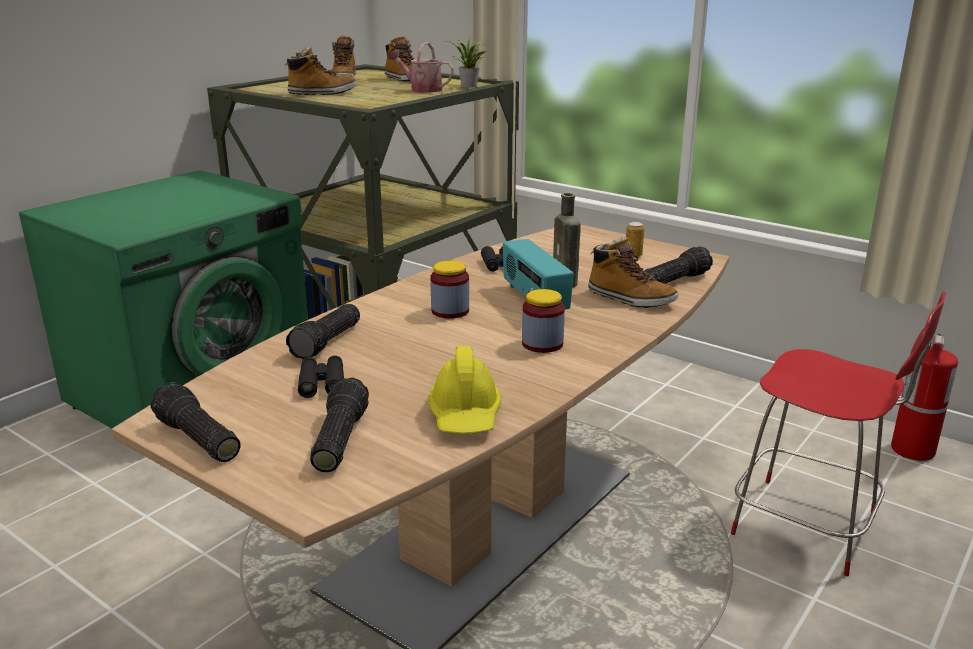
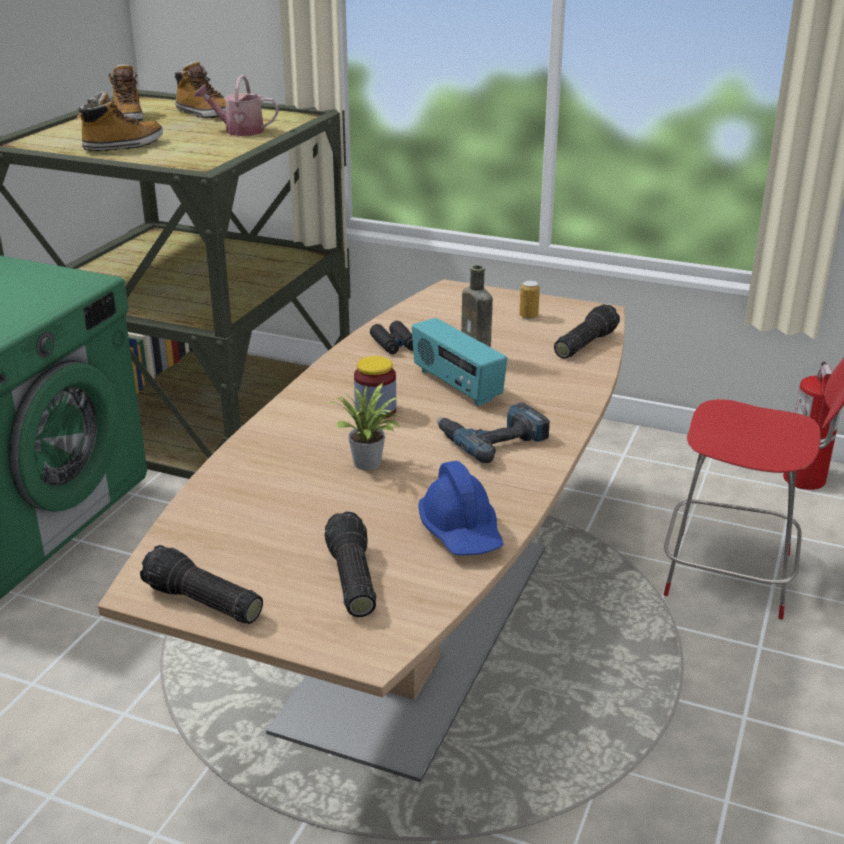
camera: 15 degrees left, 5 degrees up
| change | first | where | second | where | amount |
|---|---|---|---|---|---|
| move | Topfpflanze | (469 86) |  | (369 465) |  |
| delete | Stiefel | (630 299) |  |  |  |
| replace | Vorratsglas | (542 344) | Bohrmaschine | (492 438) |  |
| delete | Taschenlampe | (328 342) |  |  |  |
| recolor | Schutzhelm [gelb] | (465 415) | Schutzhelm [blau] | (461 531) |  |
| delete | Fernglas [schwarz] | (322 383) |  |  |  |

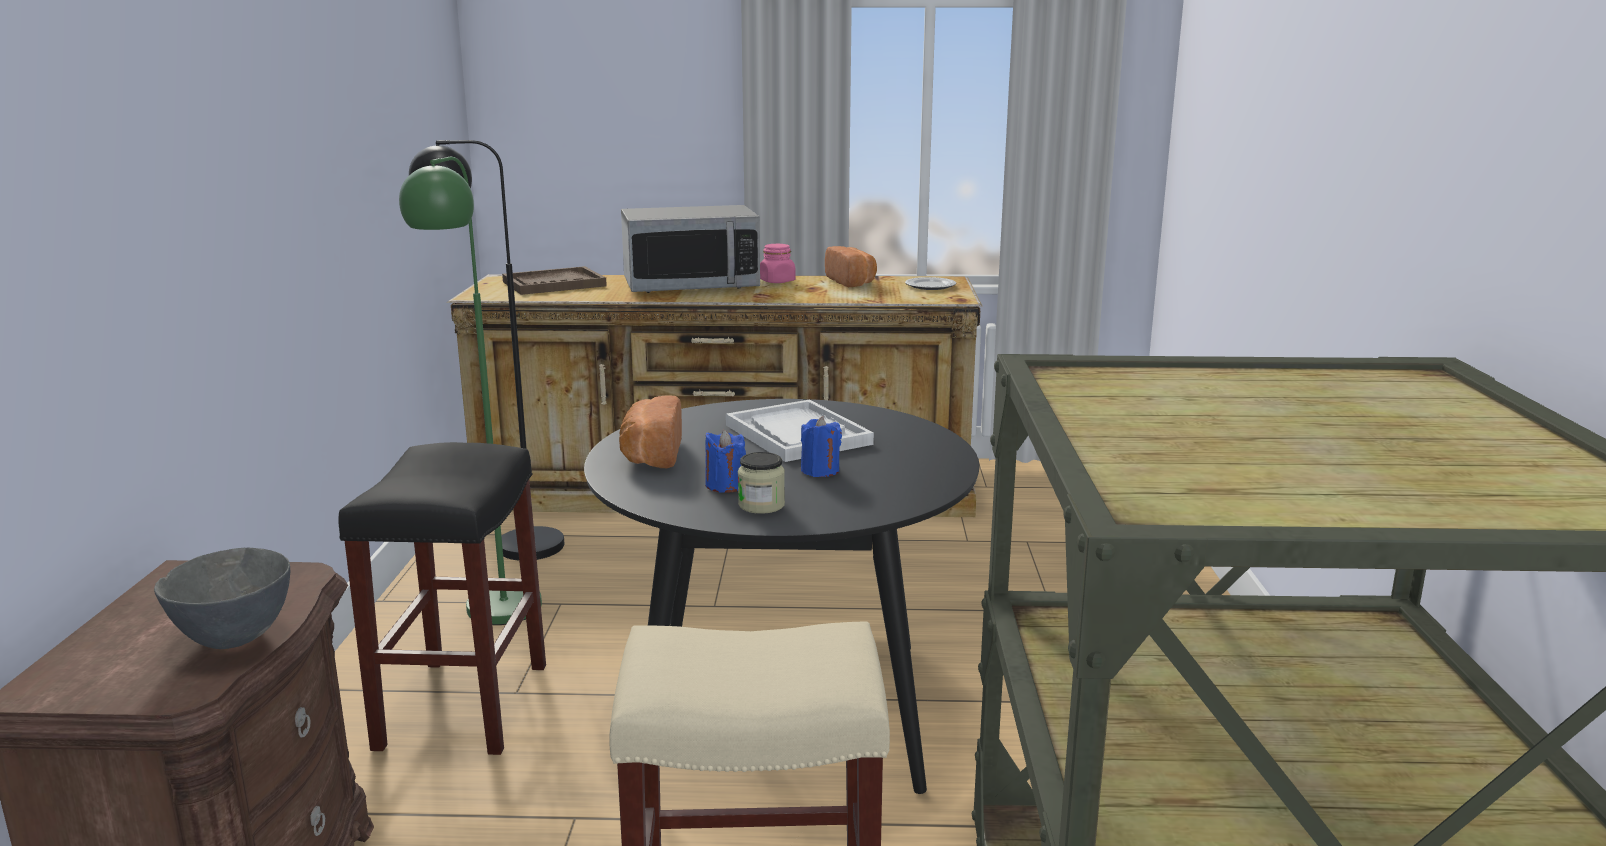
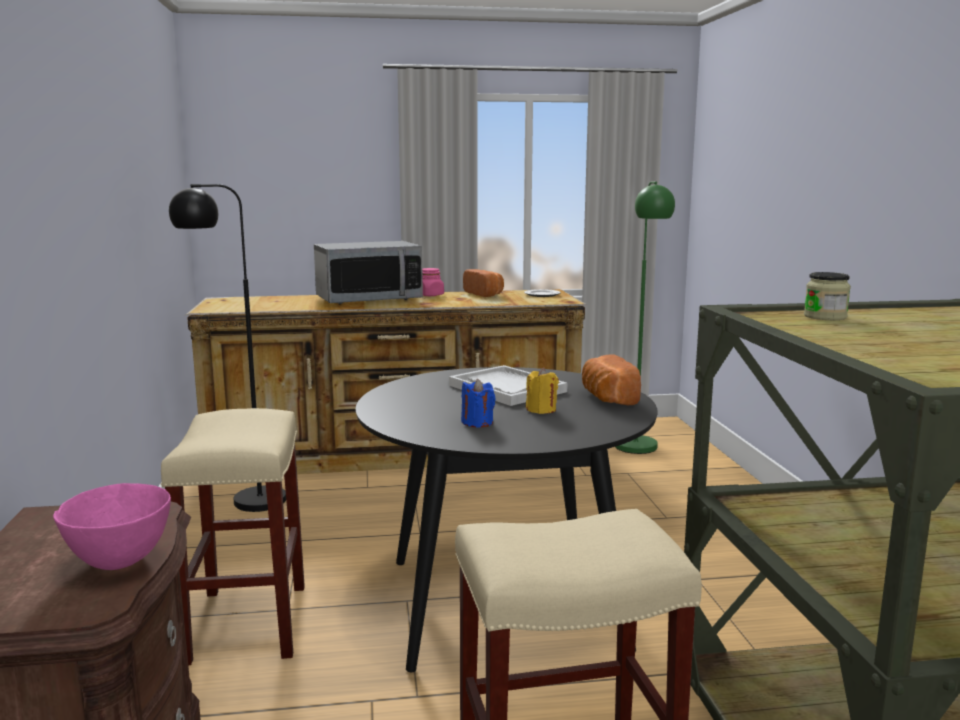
camera: 10 degrees left, 5 degrees down
| change | first | where | second | where | amount |
|---|---|---|---|---|---|
| move | Stehlampe [grün] | (495 619) |  | (638 451) |  |
| delete | Tablett [braun] | (554 284) |  |  |  |
| move | Brot | (650 455) |  | (607 398) |  |
| recolor | Kerze [blau] | (820 471) | Kerze [gelb] | (541 410) |  |
| recolor | Hocker [schwarz] | (463 704) | Hocker [beige] | (246 622) |  |
| move | Vorratsglas | (761 505) |  | (825 317) |  |
| recolor | Schüssel [grau] | (233 640) | Schüssel [rosa] | (118 562) |  |

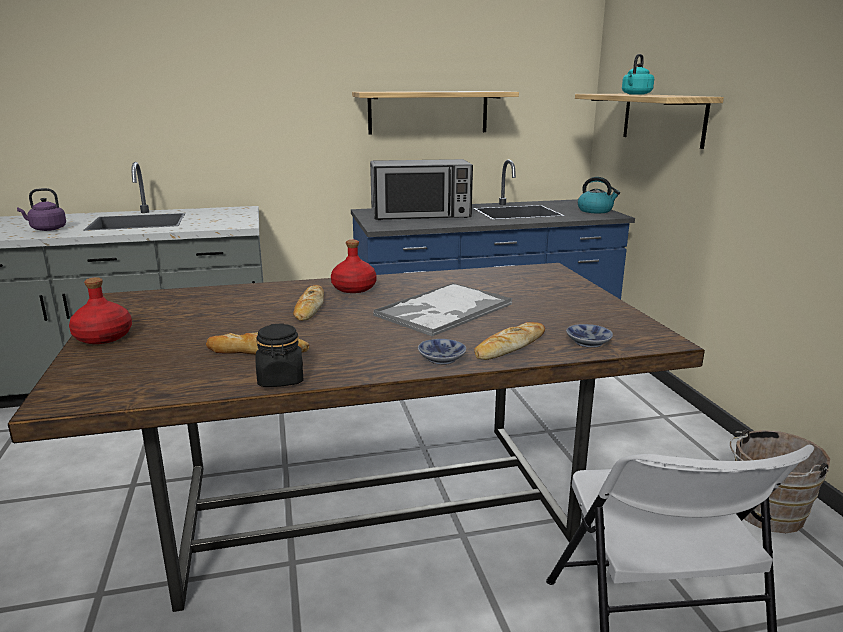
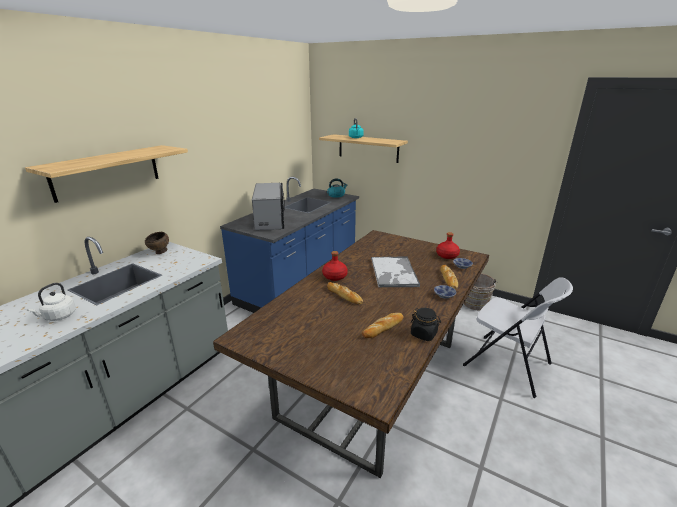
camera: 45 degrees left, 5 degrees up
| change | first | where | second | where | amount |
|---|---|---|---|---|---|
| move | Wandregal | (428 112) |  | (107 172) |  |
| rotate | Mikrowelle | (421 215) |  | (270 220) | 45 degrees counterclockwise |
| recolor | Wasserkessel [lila] | (46 229) | Wasserkessel [weiß] | (58 316) |  |
| move | Flasche [rot] | (103 337) |  | (446 255) |  |
| insert |  |  | Schüssel [braun] | (160 252) |  |

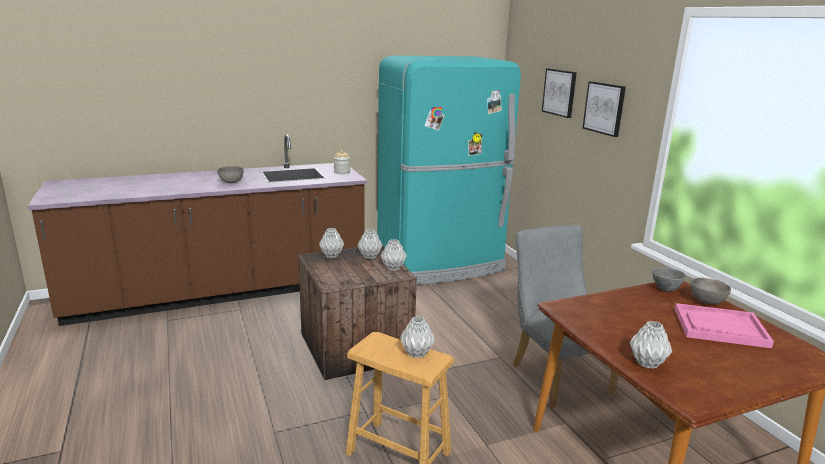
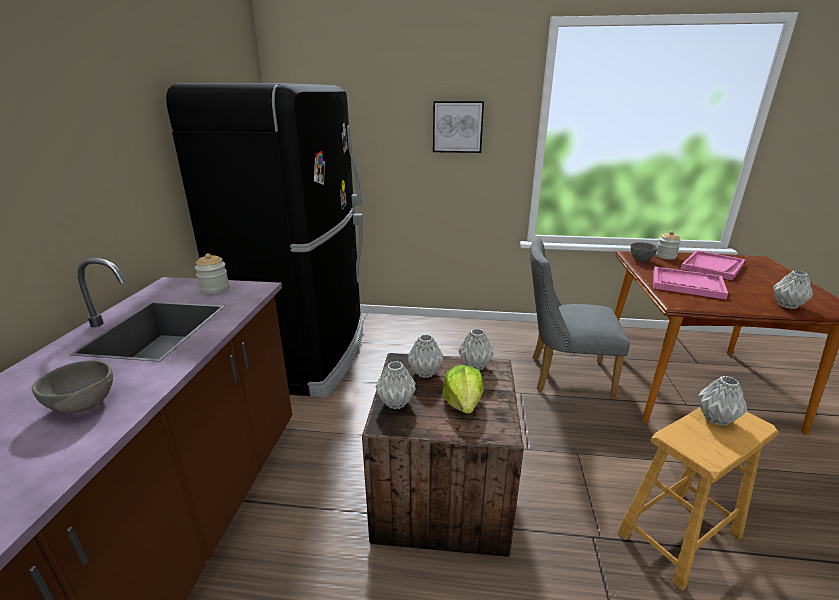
camera: 60 degrees left, 5 degrees up
| change | first | where | second | where | amount |
|---|---|---|---|---|---|
| recolor | Kühlschrank [türkis] | (441 265) | Kühlschrank [schwarz] | (307 354) |  |
| delete | Bild | (560 92) |  |  |  |
| replace | Schüssel [grau] | (707 302) | Vorratsglas | (665 256) |  |
| insert |  |  | Tablett [rosa] | (687 284) |  |
| insert |  |  | Salatkopf | (463 402) |  |

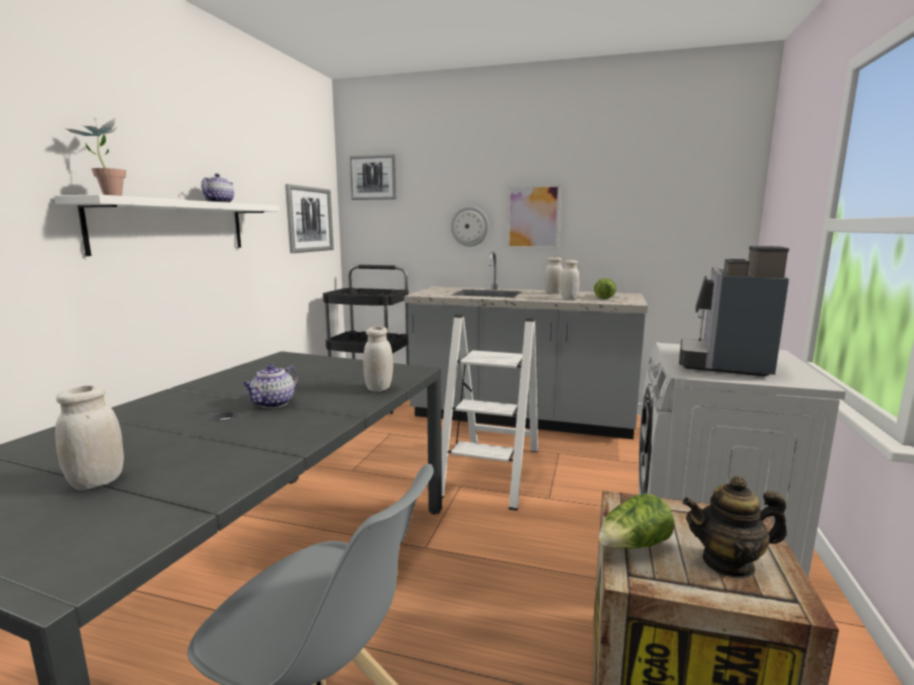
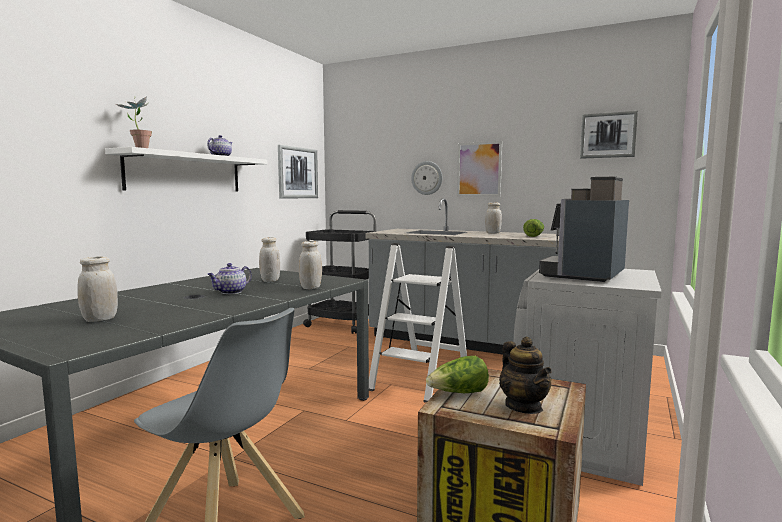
camera: 10 degrees right, 5 degrees down
| change | first | where | second | where | amount |
|---|---|---|---|---|---|
| move | Bild | (373 177) |  | (608 135) |  |
| move | Vorratsglas [weiß] | (568 298) |  | (270 280) |  |
| rotate | Teekanne | (728 563) |  | (524 406) | 120 degrees counterclockwise |

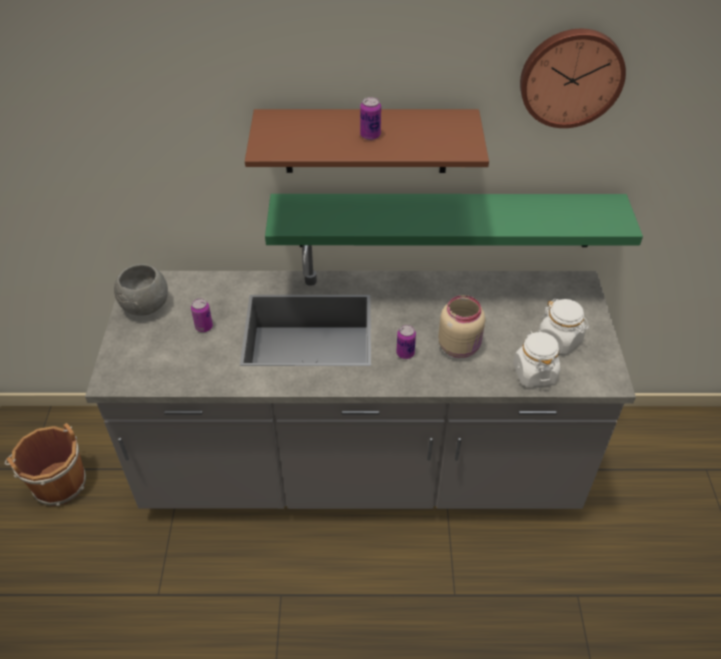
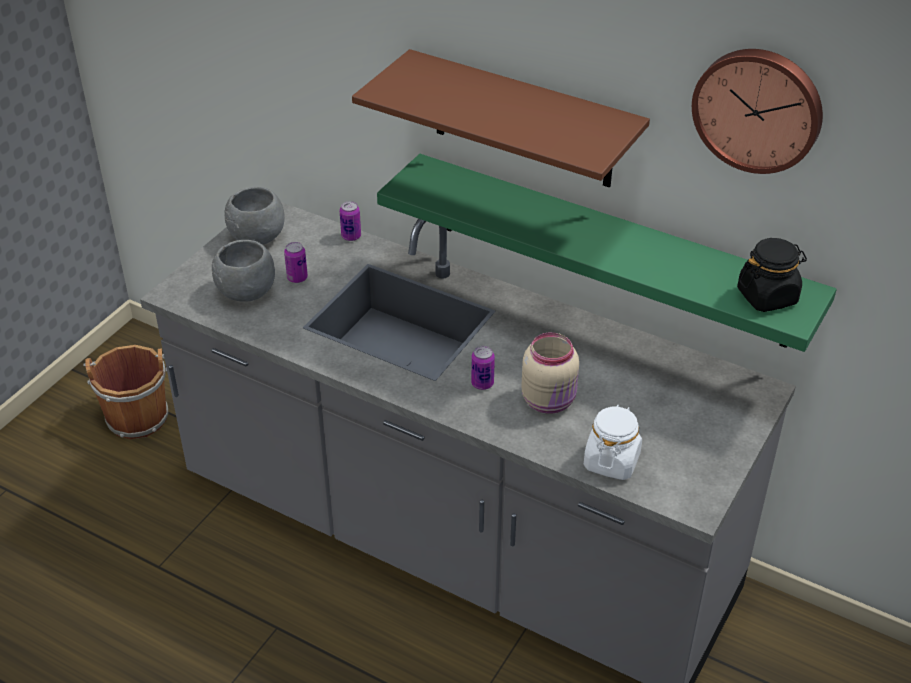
camera: 30 degrees right, 5 degrees down
| change | first | where | second | where | amount |
|---|---|---|---|---|---|
| move | Dose | (370 136) |  | (351 236) |  |
| delete | Vorratsglas [weiß] | (560 339) |  |  |  |
| insert |  |  | Vorratsglas [schwarz] | (767 296) |  |
| insert |  |  | Schüssel [grau] | (247 292) |  |

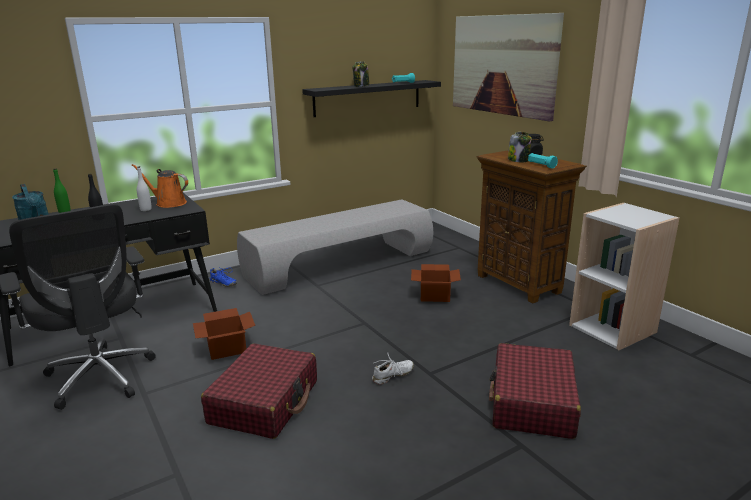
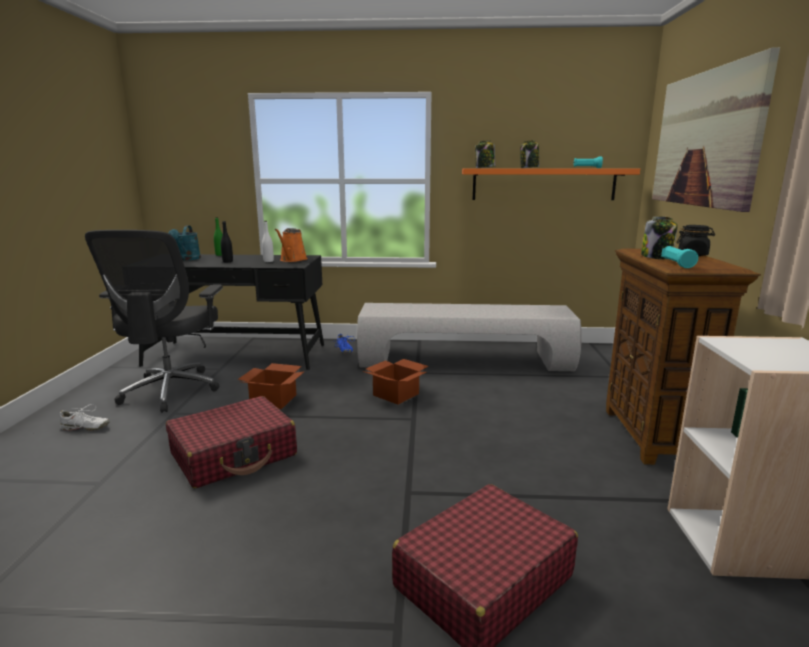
camera: 35 degrees right, 5 degrees down
| change | first | where | second | where | amount |
|---|---|---|---|---|---|
| recolor | Wandregal [schwarz] | (368 98) | Wandregal [orange] | (543 184) |  |
| rotate | Gießkanne [orange] | (168 203) |  | (292 260) | 135 degrees counterclockwise |
| move | Karton | (435 294) |  | (397 394) |  |
| move | Schuh [weiß] | (393 376) |  | (85 428) |  |
| insert |  |  | Vorratsglas | (484 168) |  |

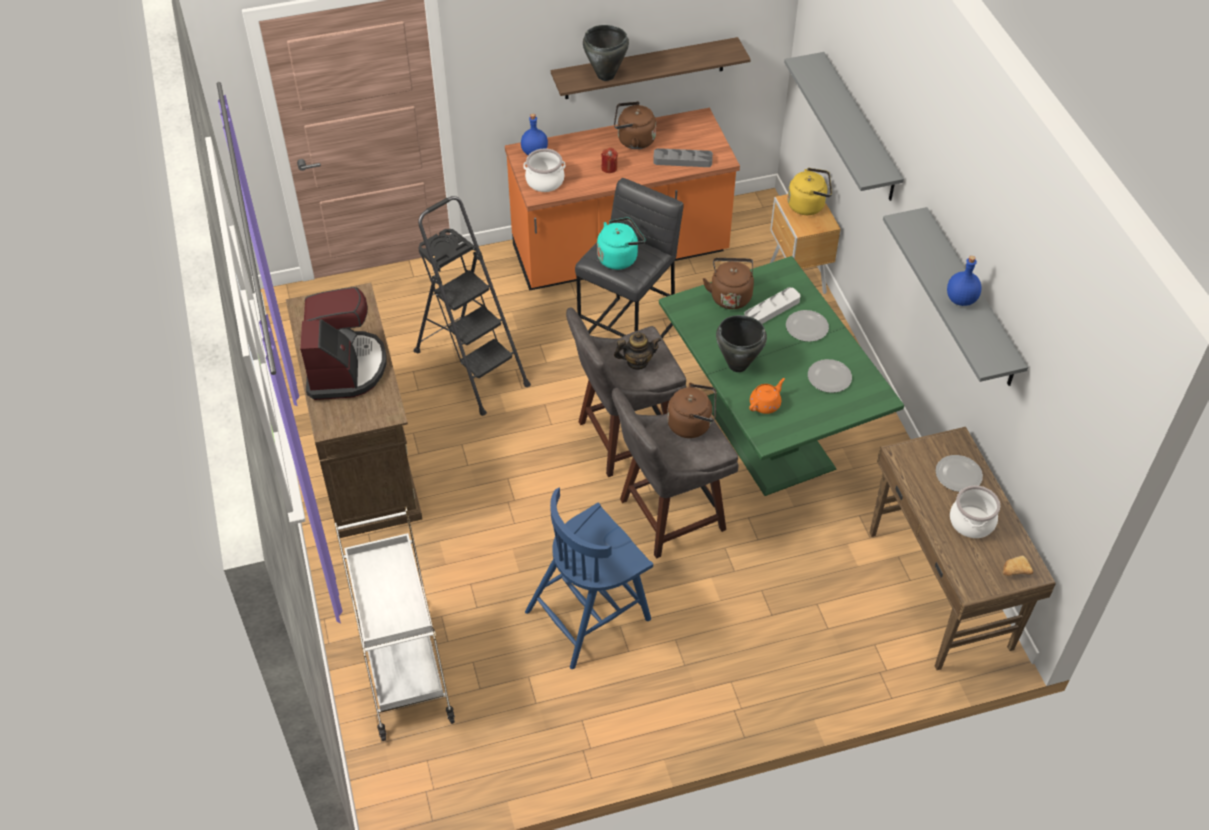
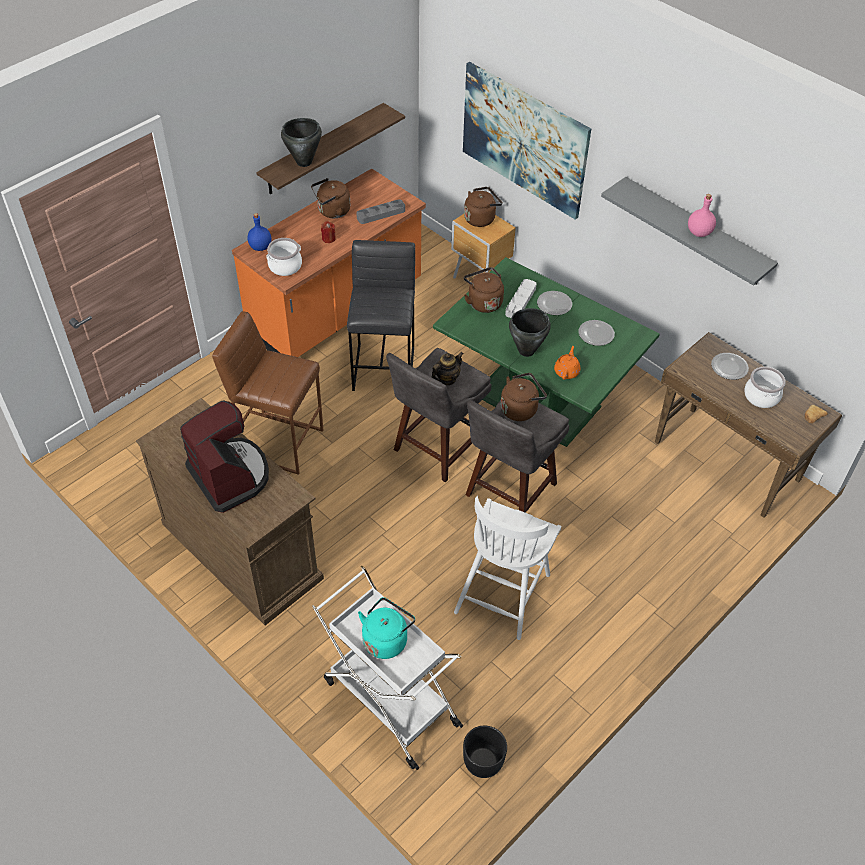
camera: 30 degrees left, 0 degrees up
| change | first | where | second | where | amount |
|---|---|---|---|---|---|
| replace | Wandregal [grau] | (859 128) | Bild | (524 140) |  |
| recolor | Wasserkessel [gelb] | (808 205) | Wasserkessel [braun] | (481 218) |  |
| replace | Trittleiter | (470 366) | Hocker [braun] | (279 442) |  |
| move | Wasserkessel [türkis] | (619 257) |  | (386 639) |  |
| recolor | Flasche [blau] | (960 299) | Flasche [rosa] | (698 232) |  |
| recolor | Stuhl [blau] | (590 613) | Stuhl [weiß] | (503 591) |  |
| insert |  |  | Pflanzkübel [schwarz] | (483 761) |  |

